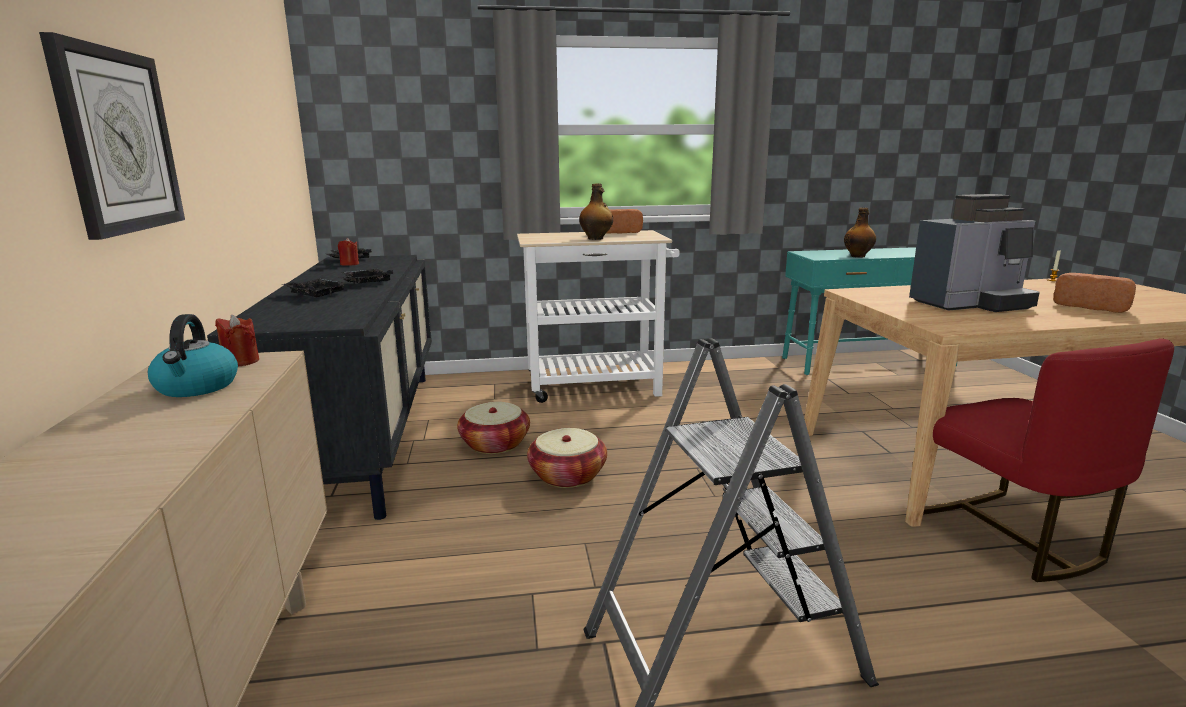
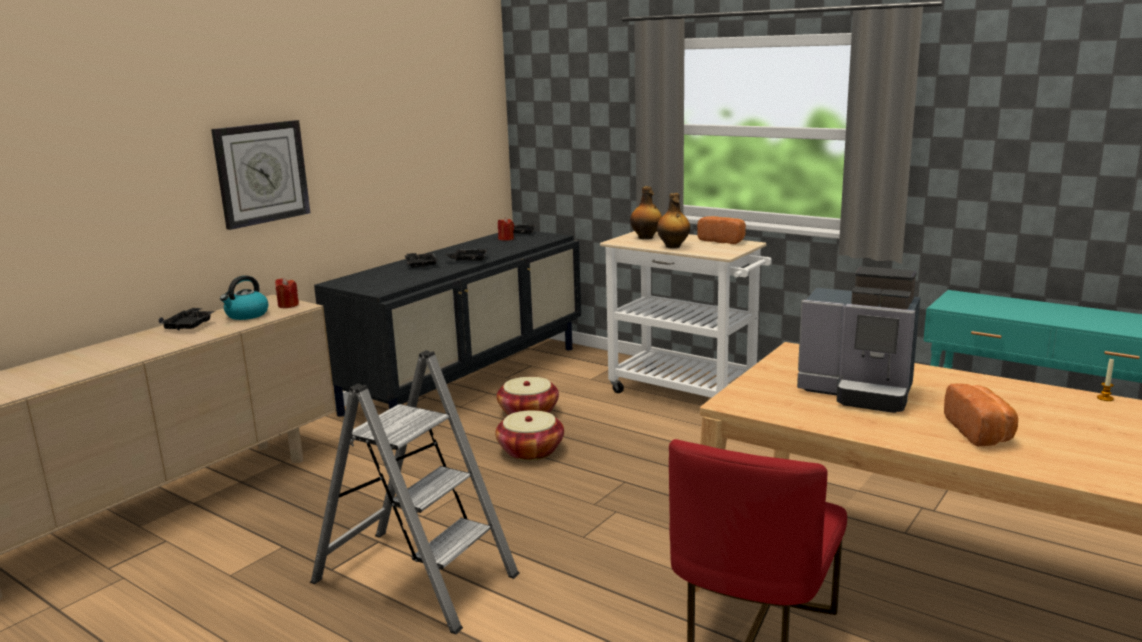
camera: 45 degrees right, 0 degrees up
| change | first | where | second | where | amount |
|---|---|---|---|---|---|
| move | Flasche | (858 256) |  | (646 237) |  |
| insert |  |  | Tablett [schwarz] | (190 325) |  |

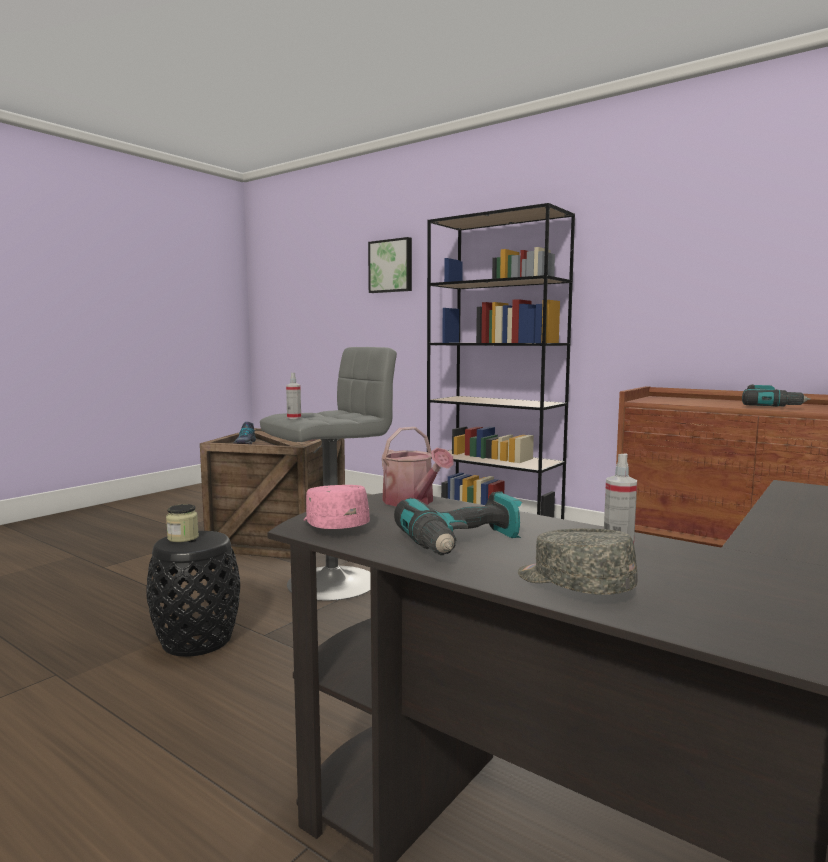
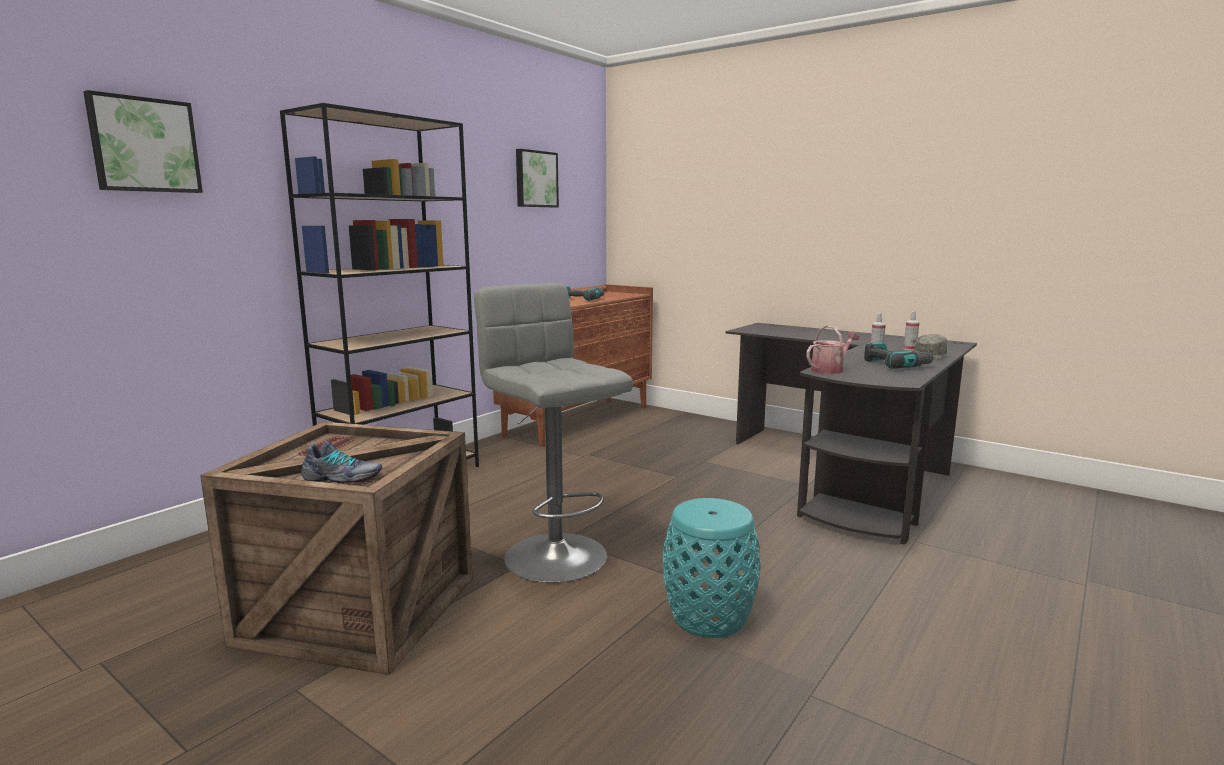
camera: 90 degrees left, 5 degrees up
| change | first | where | second | where | amount |
|---|---|---|---|---|---|
| move | Sprühflasche | (294 418) |  | (910 349) |  |
| delete | Kappe [rosa] | (333 525) |  |  |  |
| delete | Vorratsglas | (183 538) |  |  |  |
| recolor | Hocker [schwarz] | (196 641) | Hocker [türkis] | (709 618) |  |
| insert |  |  | Bild | (535 179) |  |

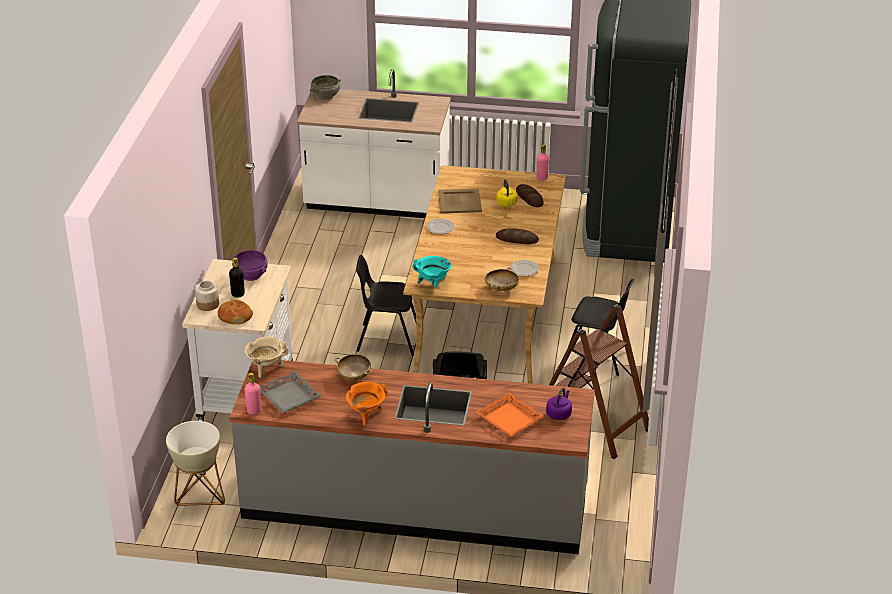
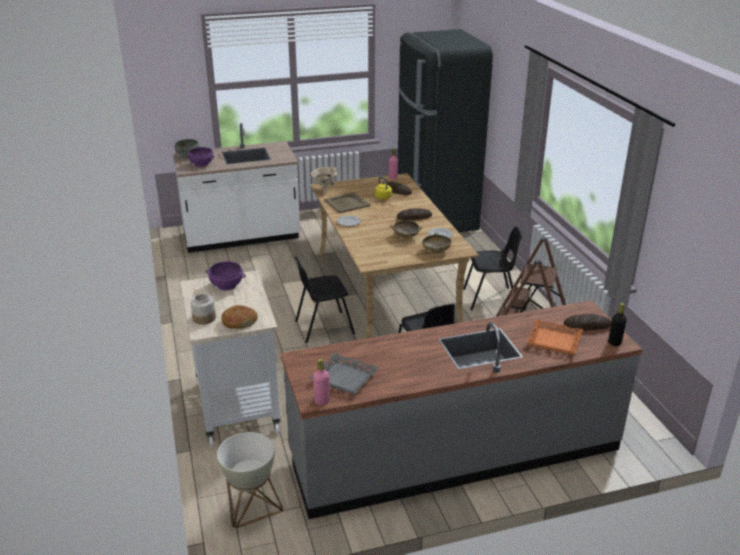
camera: 25 degrees left, 5 degrees down
| change | first | where | second | where | amount |
|---|---|---|---|---|---|
| delete | Kochtopf [türkis] | (433 284) |  |  |  |
| move | Flasche [schwarz] | (238 294) |  | (614 342) |  |
| move | Kochtopf [beige] | (266 369) |  | (324 189) |  |
| move | Schüssel [beige] | (354 376) |  | (406 236) |  |
| delete | Kochtopf [orange] | (366 415) |  |  |  |
| replace | Wasserkessel [lila] | (559 413) | Brot | (587 325) |  |
| insert |  |  | Schüssel [lila] | (201 164) |  |

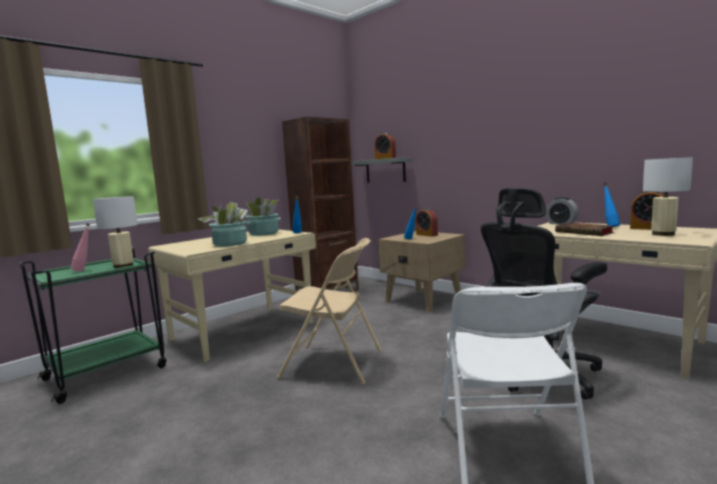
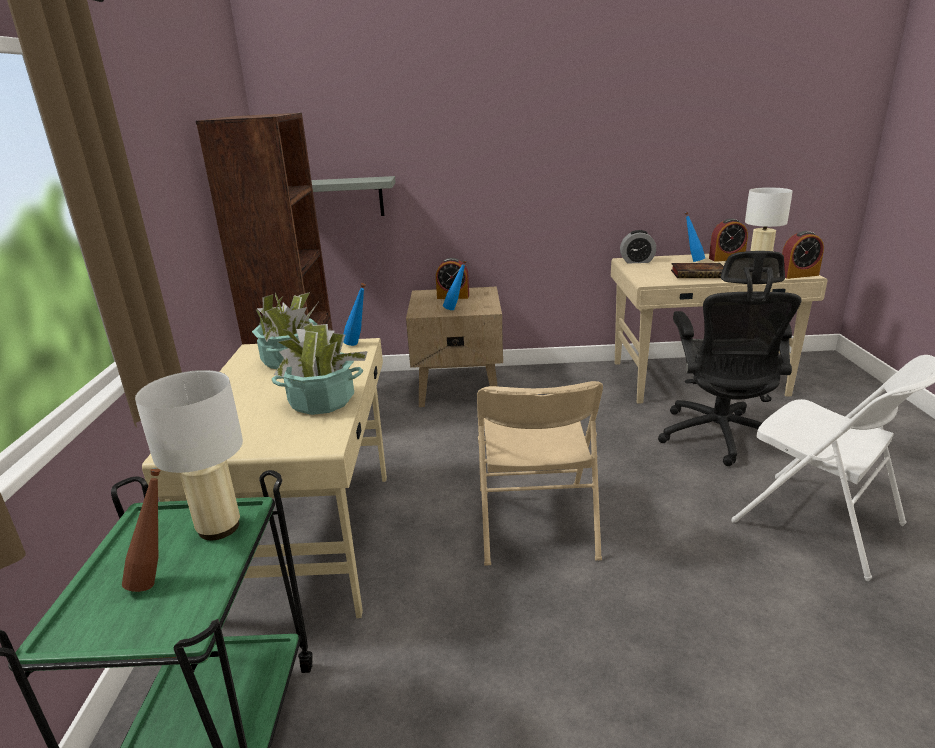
camera: 45 degrees left, 15 degrees up
| change | first | where | second | where | amount |
|---|---|---|---|---|---|
| move | Wecker | (385 158) |  | (798 275) |  |
| recolor | Flasche [rosa] | (84 270) | Flasche [braun] | (157 578) |  |
| rotate | Stuhl [beige] | (332 364) |  | (535 522) | 120 degrees clockwise |

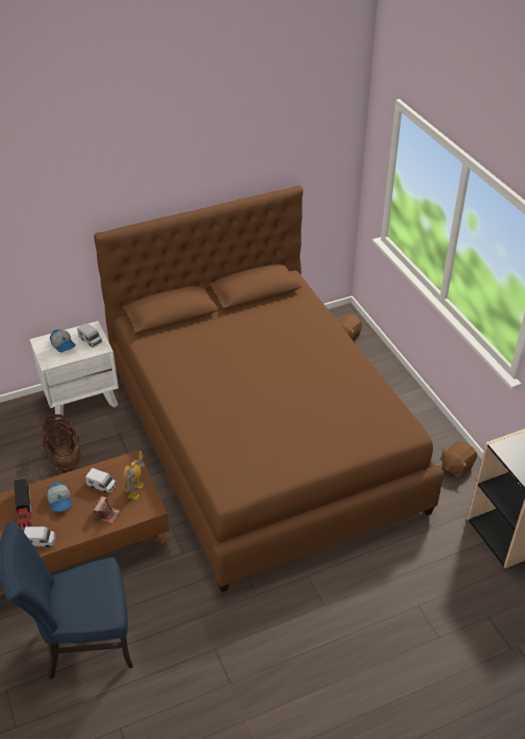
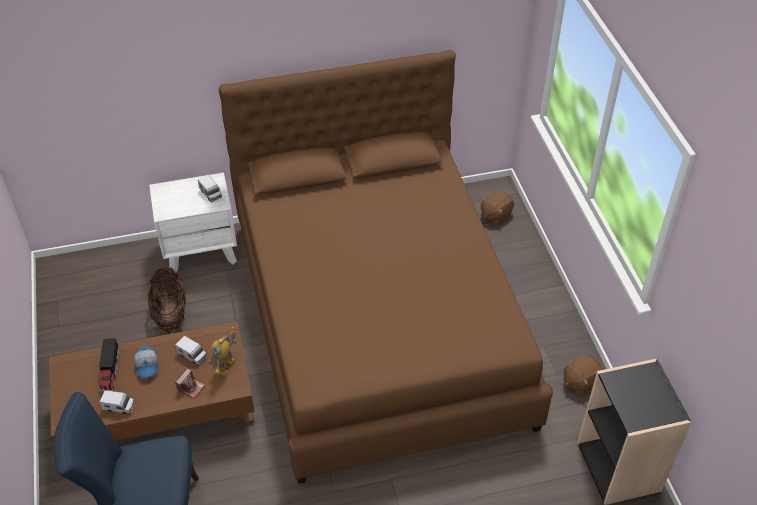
camera: 10 degrees right, 5 degrees up
| change | first | where | second | where | amount |
|---|---|---|---|---|---|
| delete | Kappe | (63 344) |  |  |  |

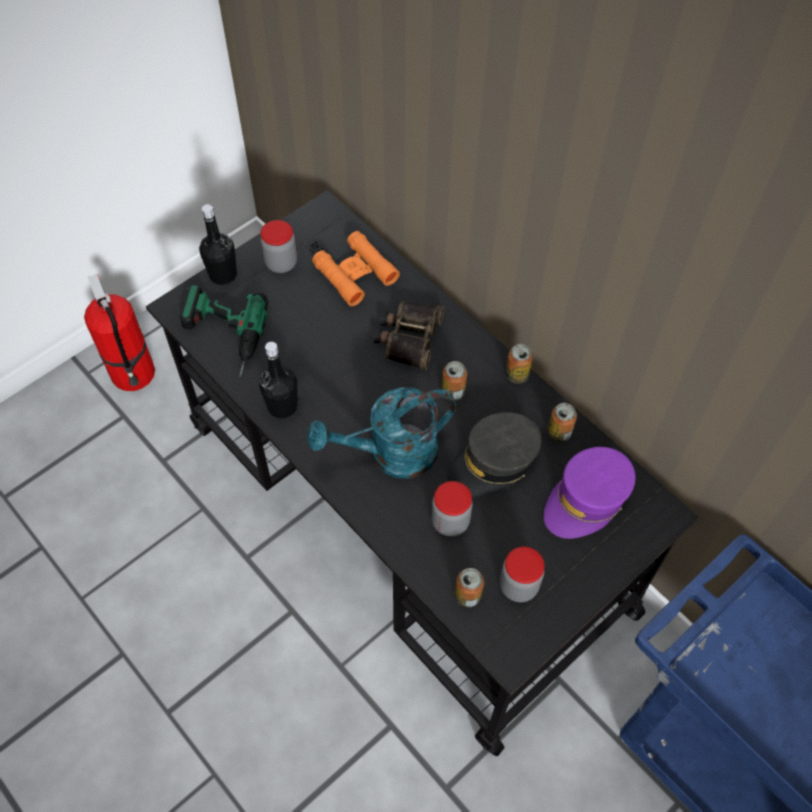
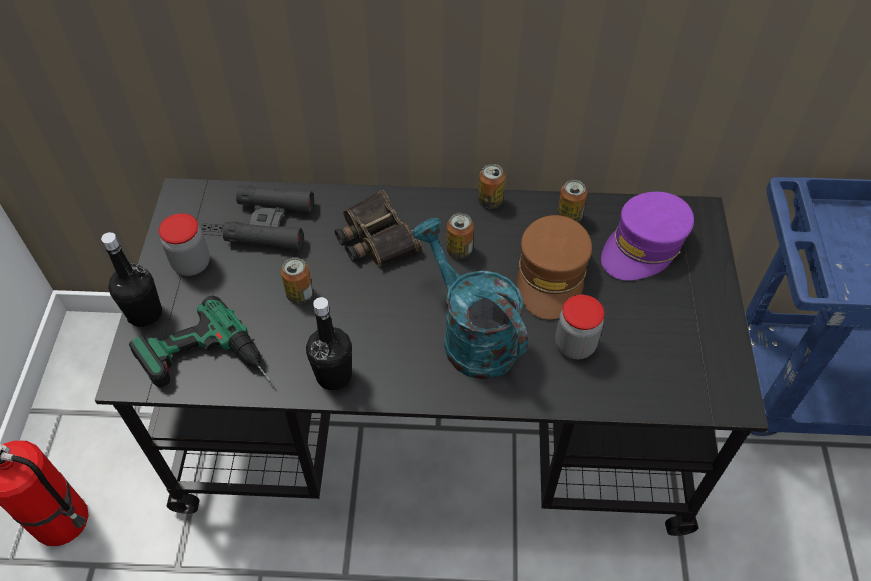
camera: 45 degrees left, 5 degrees down
| change | first | where | second | where | amount |
|---|---|---|---|---|---|
| recolor | Fernglas [orange] | (355 273) | Fernglas [schwarz] | (270 223) |  |
| rotate | Gießkanne [türkis] | (391 455) |  | (470 335) | 120 degrees clockwise |
| recolor | Kappe [grau] | (493 462) | Kappe [braun] | (551 275) |  |
| rotate | Kappe [lila] | (586 500) |  | (643 246) | 45 degrees clockwise |
| delete | Vorratsglas | (518 586) |  |  |  |
| move | Dose | (467 595) |  | (300 294) |  |

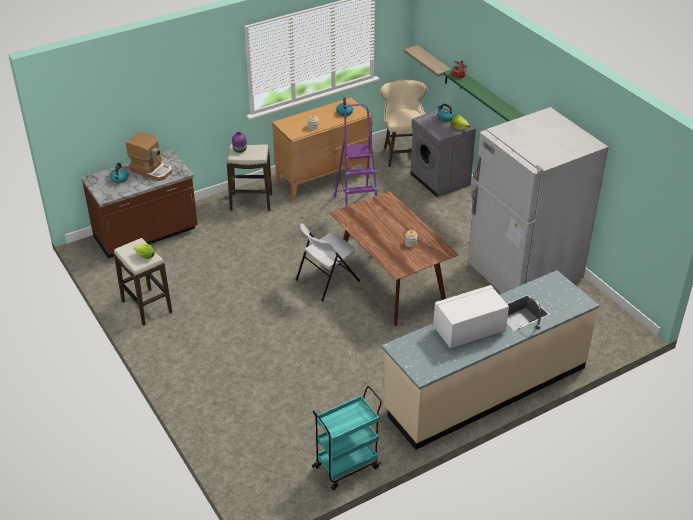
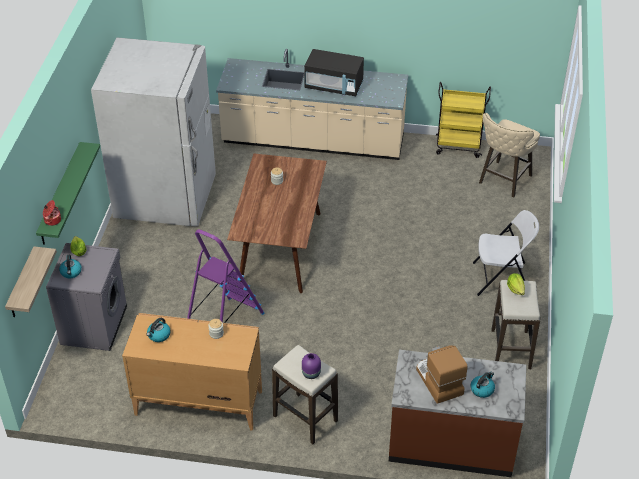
camera: 140 degrees left, 5 degrees up
| change | first | where | second | where | amount |
|---|---|---|---|---|---|
| move | Hocker [beige] | (402 154) |  | (504 180) |  |
| move | Stuhl [weiß] | (327 280) |  | (501 279) |  |
| recolor | Mikrowelle [weiß] | (468 331) | Mikrowelle [schwarz] | (334 86) |  |
| recolor | Rollwagen [türkis] | (346 468) | Rollwagen [gelb] | (458 147) |  |

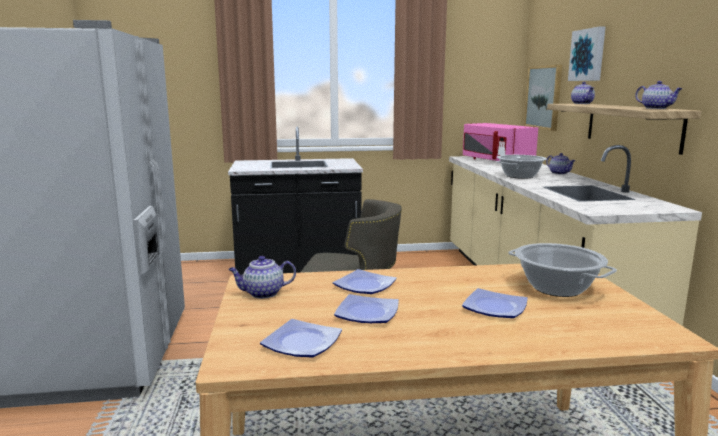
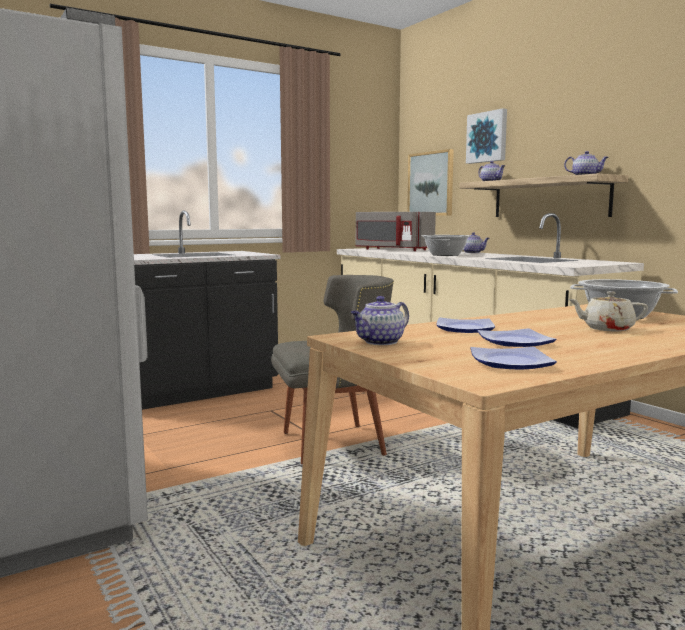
camera: 25 degrees left, 5 degrees down
| change | first | where | second | where | amount |
|---|---|---|---|---|---|
| recolor | Mikrowelle [rosa] | (495 161) | Mikrowelle [grau] | (392 249) |  |
| replace | Teller | (496 308) | Teekanne [beige] | (606 329) |  |

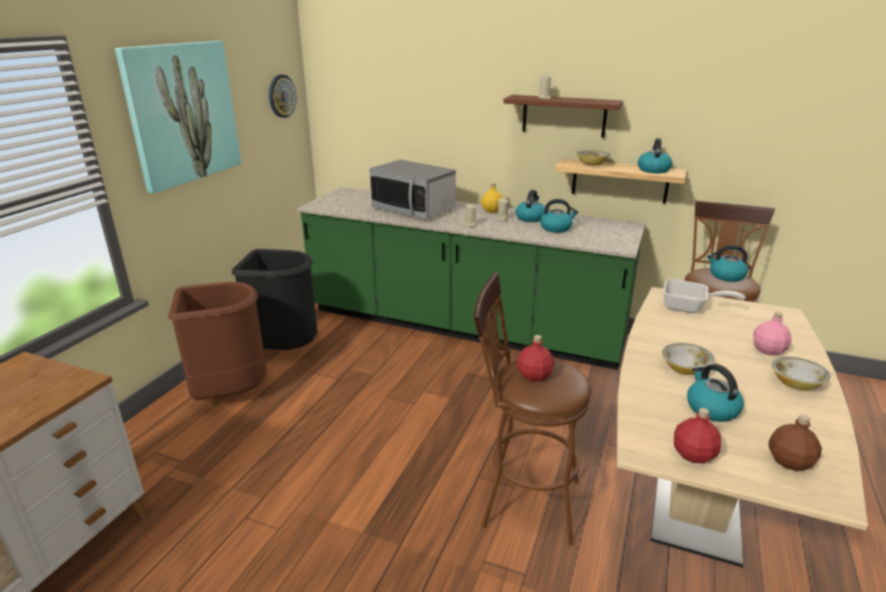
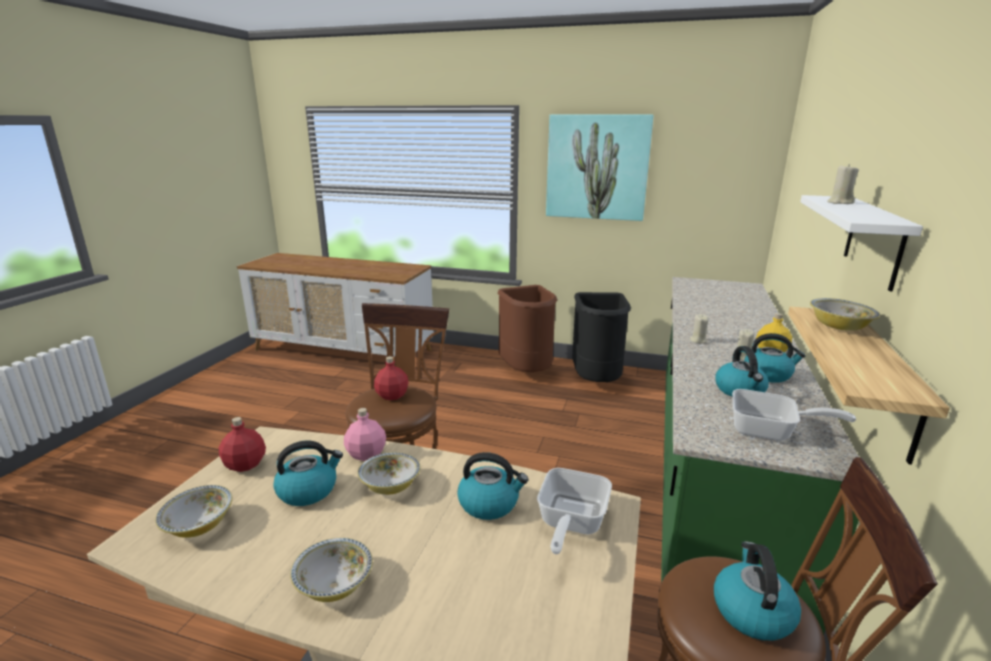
camera: 85 degrees right, 5 degrees down
| change | first | where | second | where | amount |
|---|---|---|---|---|---|
| delete | Wanduhr | (281 96) |  |  |  |
| recolor | Wandregal [braun] | (564 116) | Wandregal [weiß] | (874 240) |  |
| move | Wasserkessel | (653 170) |  | (489 503) |  |
| delete | Mikrowelle | (413 210) |  |  |  |
| move | Flasche [rosa] | (768 350) |  | (365 454) |  |
| replace | Flasche [braun] | (789 461) | Schüssel | (199 526) |  |
| insert |  |  | Pfanne | (770 432) |  |

